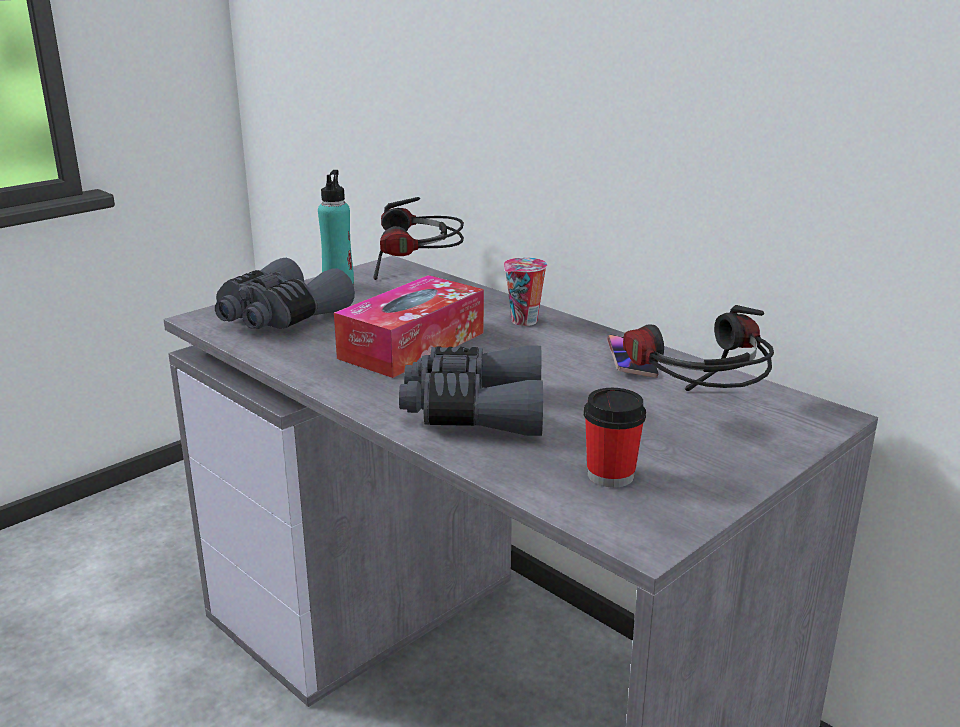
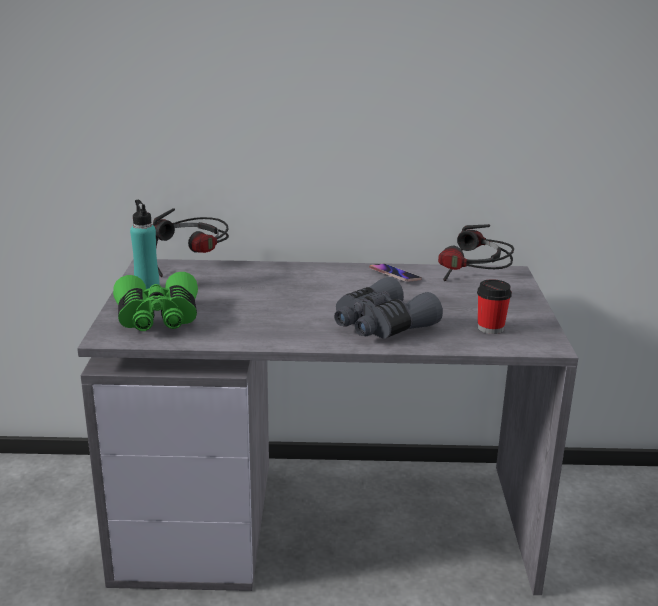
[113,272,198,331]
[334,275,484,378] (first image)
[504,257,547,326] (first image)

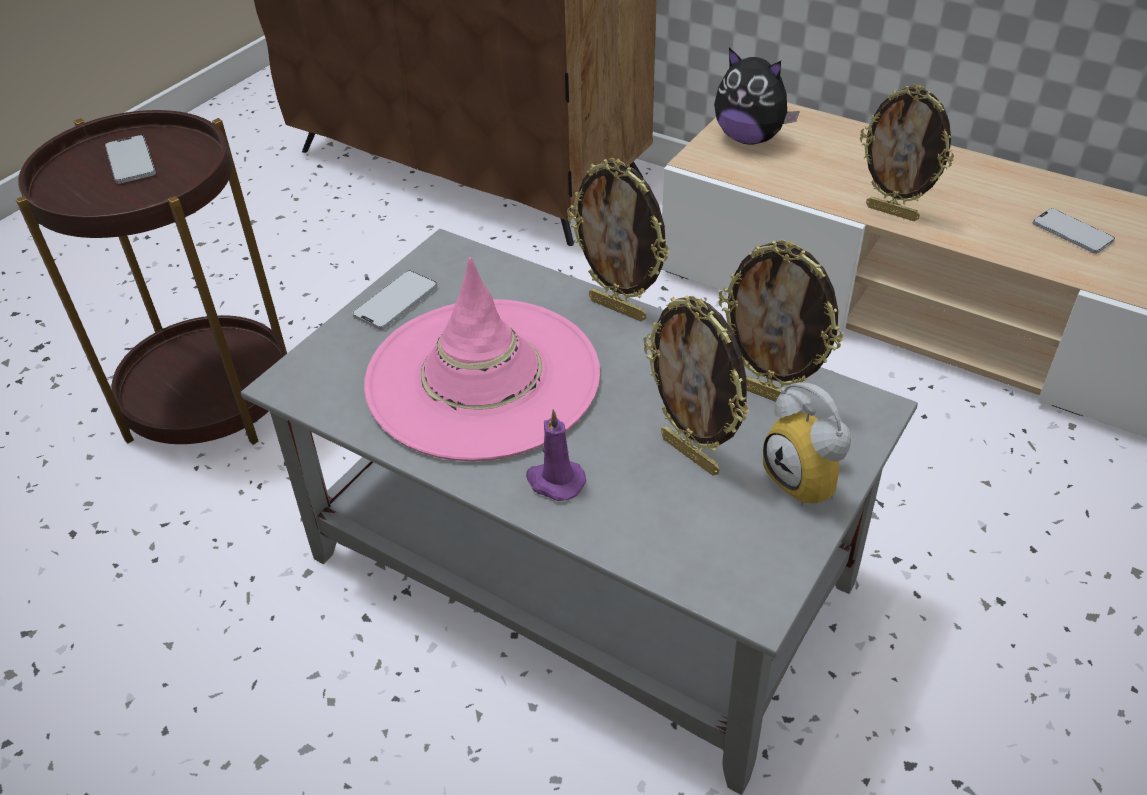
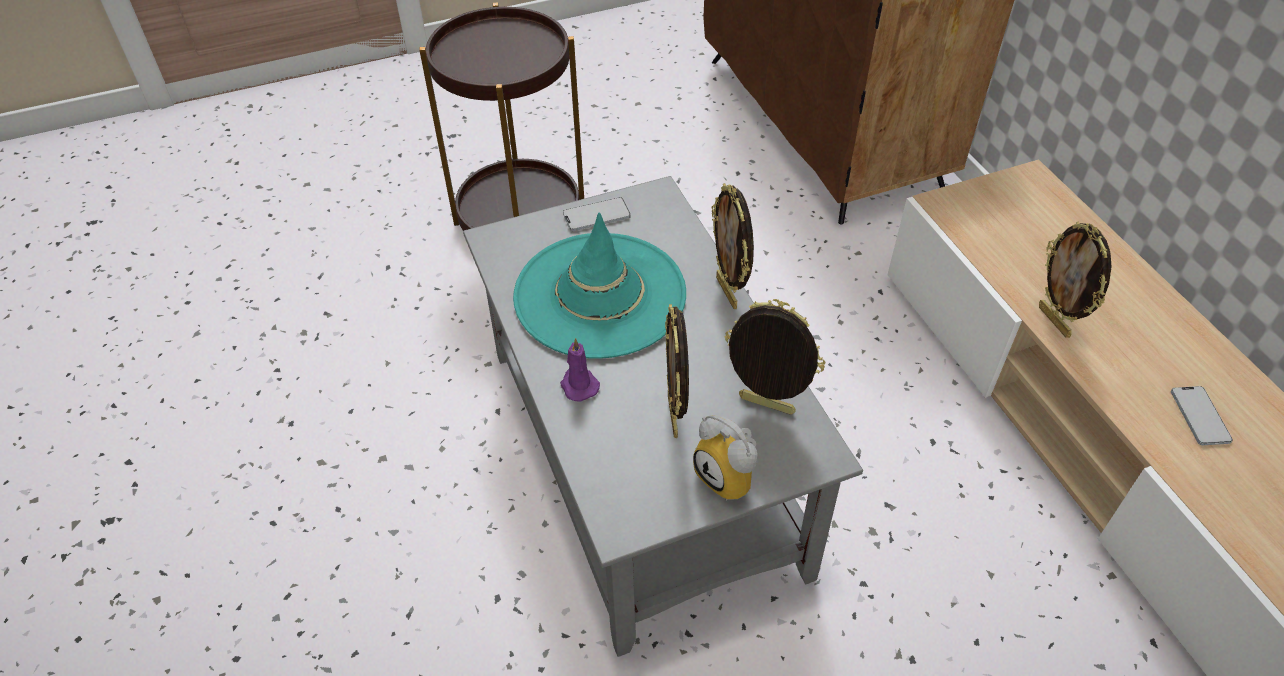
[513,212,686,359]
[693,415,758,501]
[724,299,825,415]
[105,135,156,184] (first image)
[714,48,800,145] (first image)

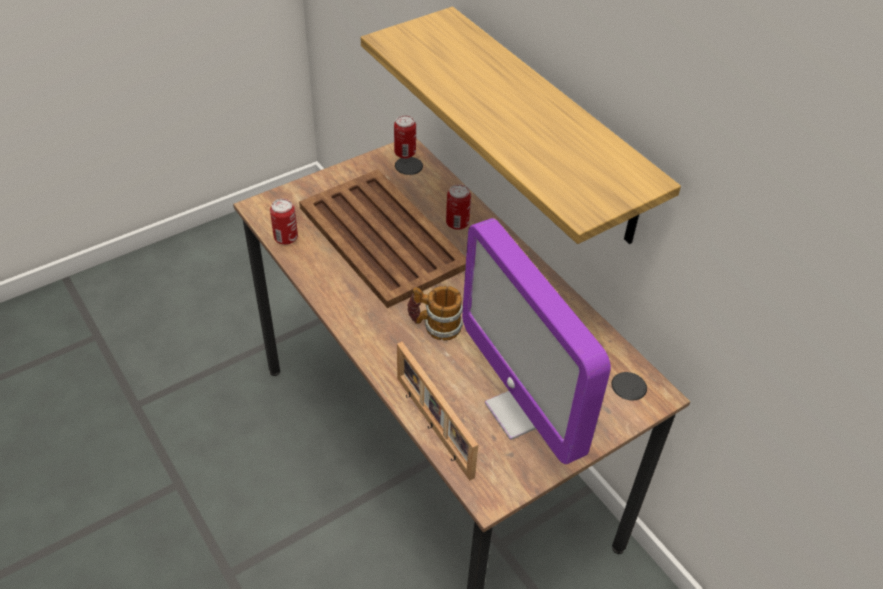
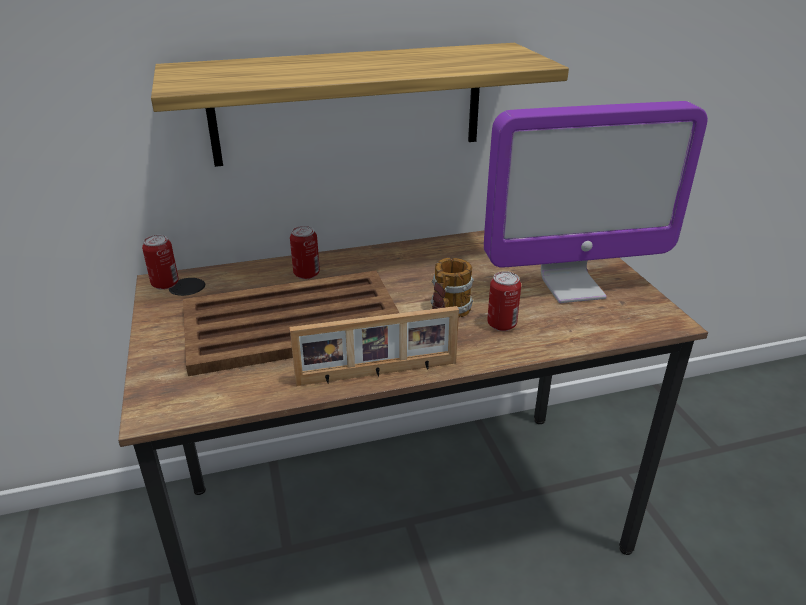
[289,306,459,386]
[487,271,521,331]

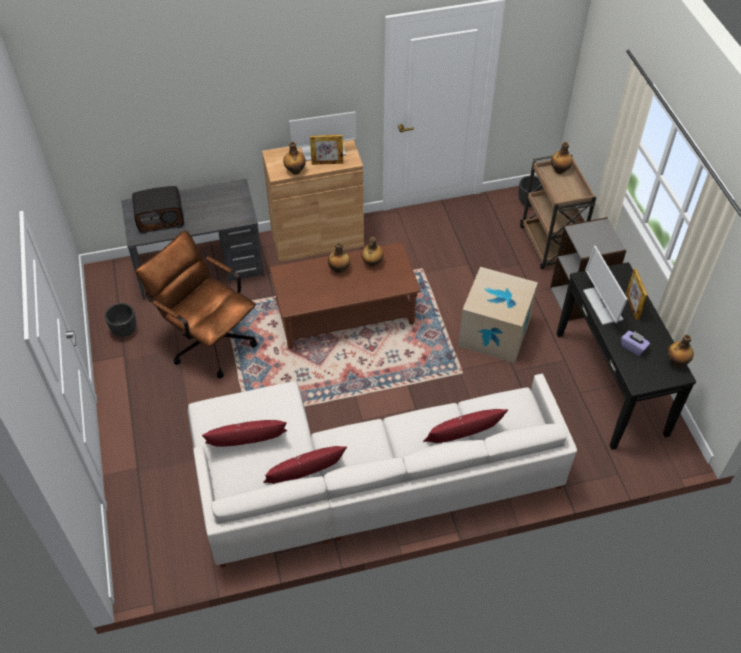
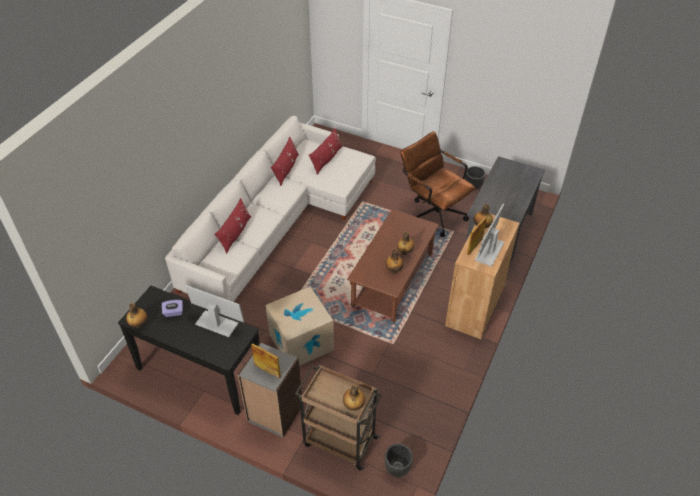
[251,343,281,379]
[401,131,476,237]
[132,186,184,234] (first image)

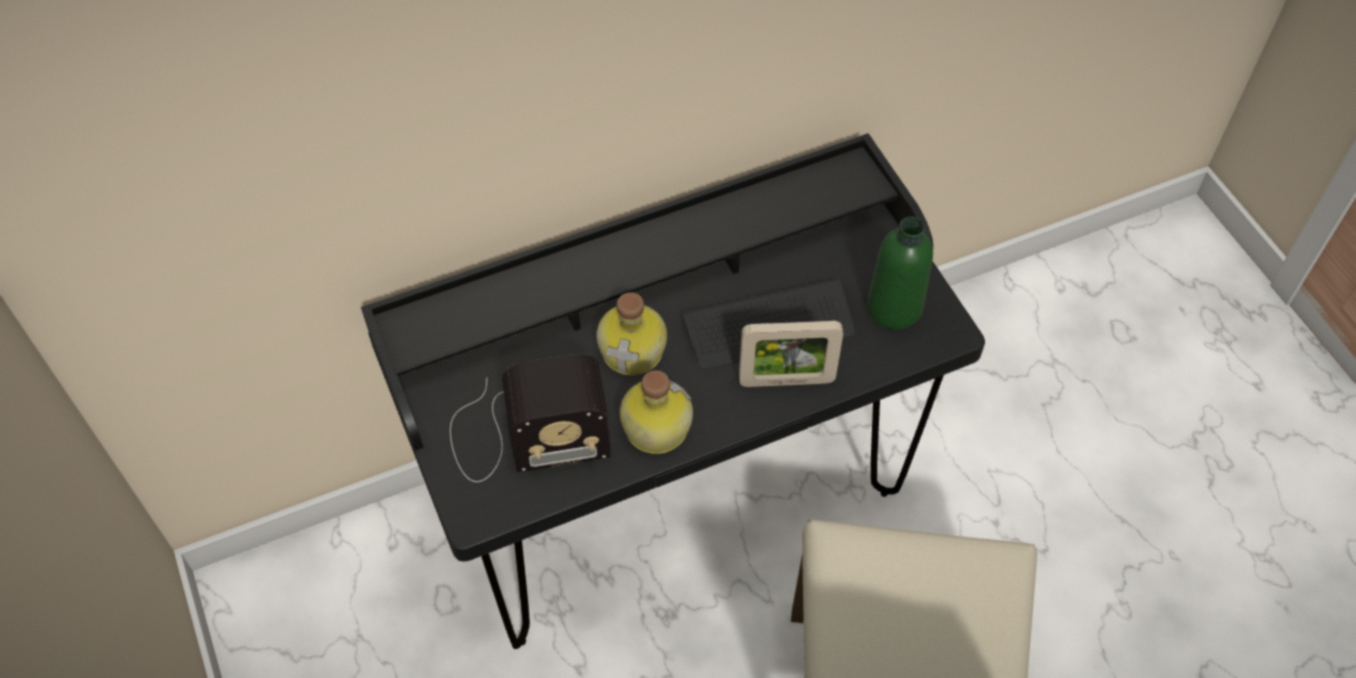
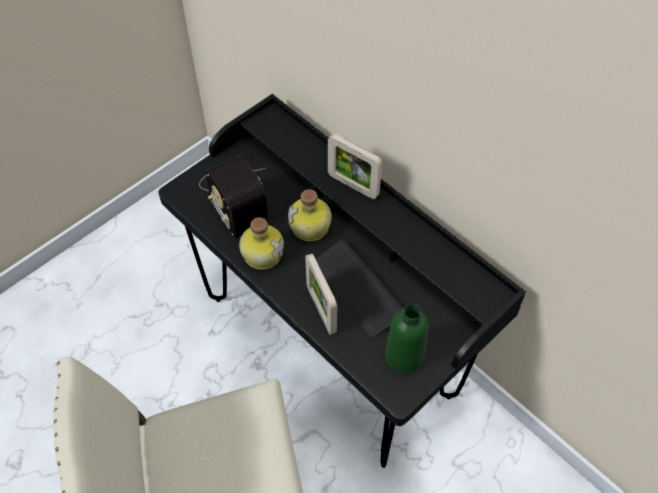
[328,134,382,199]

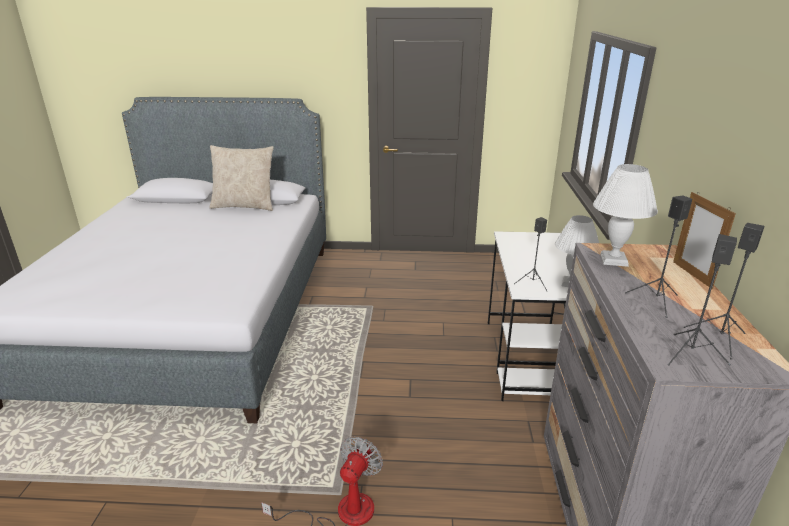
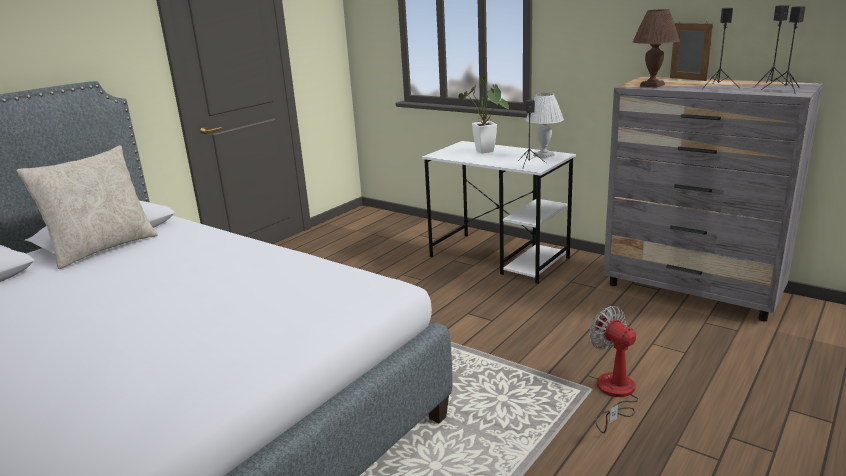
[458,76,509,153]
[633,9,680,88]
[670,21,713,81]

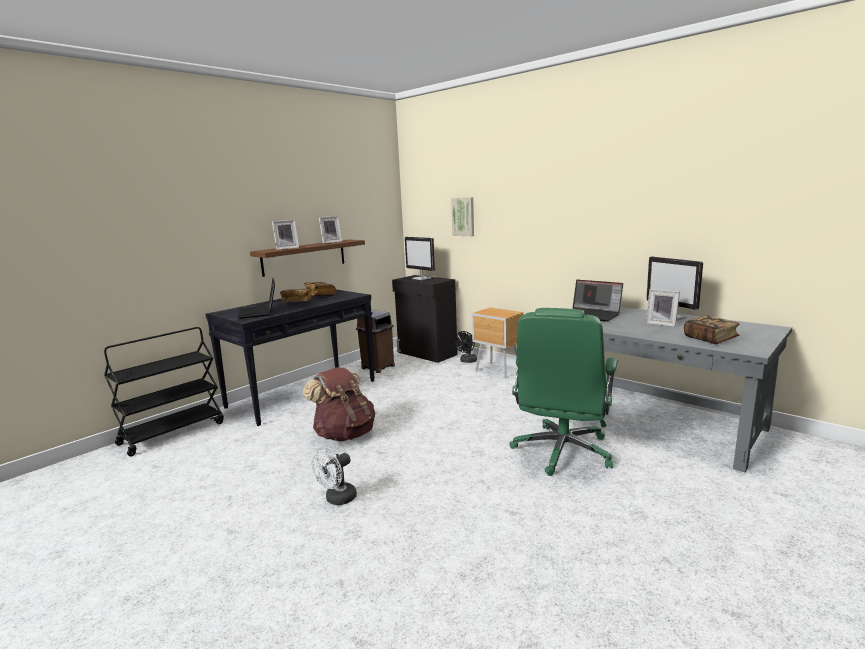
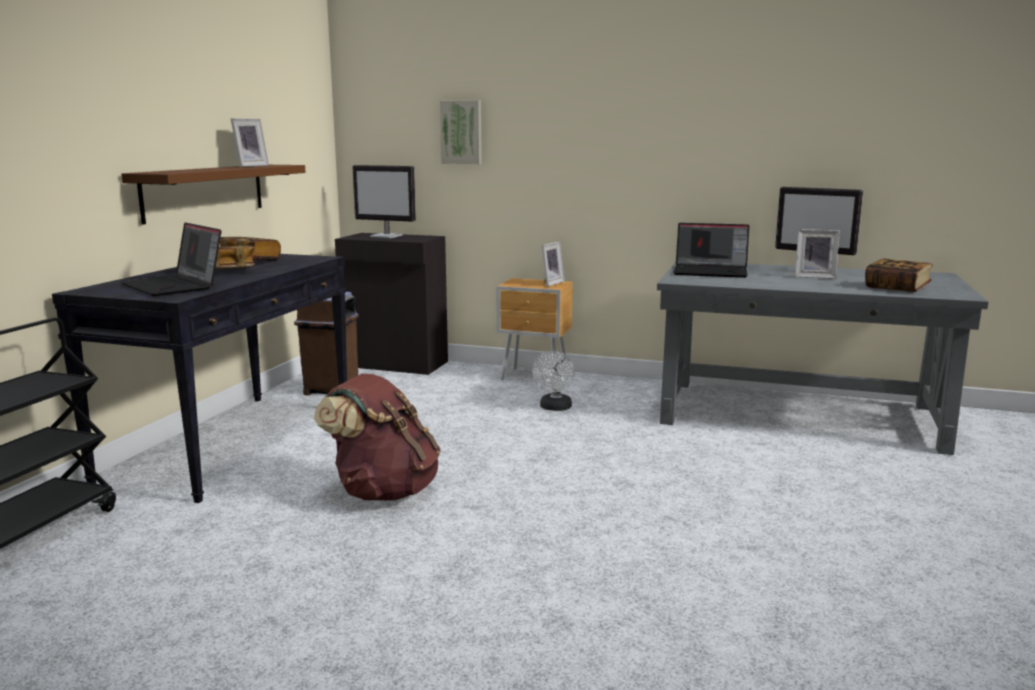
[532,351,575,411]
[541,241,565,287]
[454,331,477,363] (first image)
[509,308,618,476] (first image)

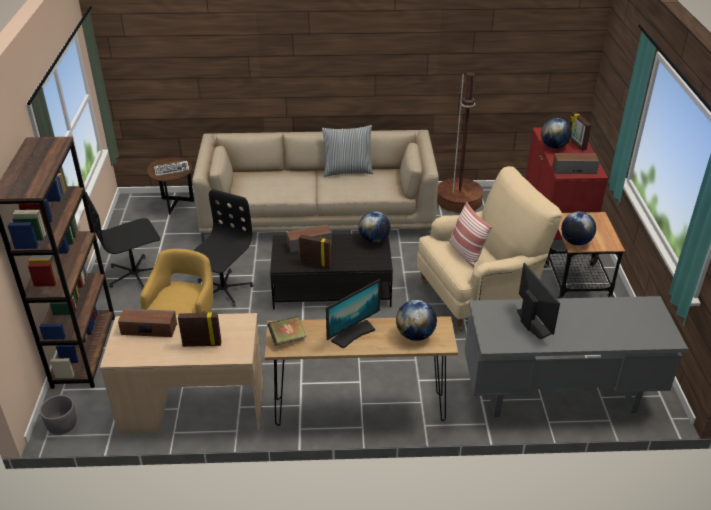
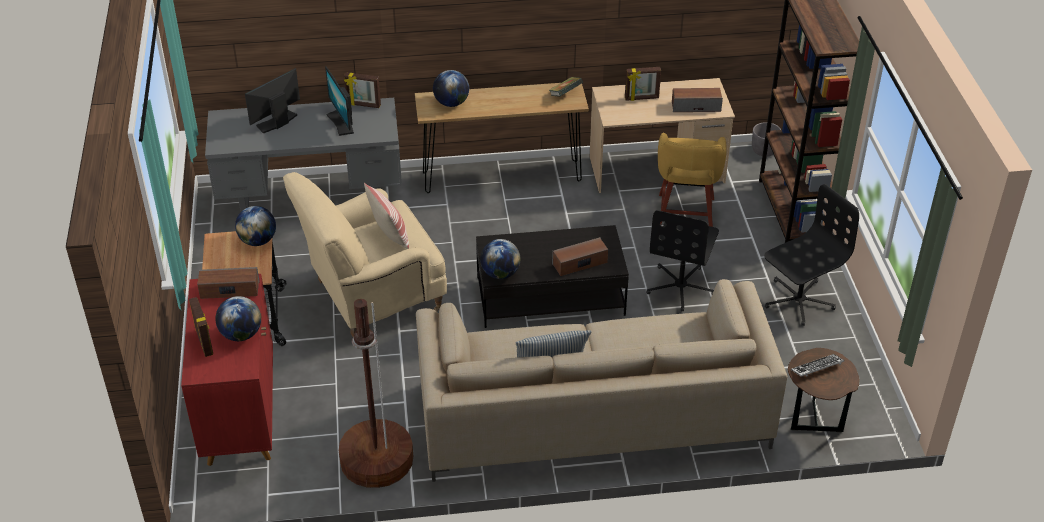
[245,68,300,133]
[344,72,381,108]

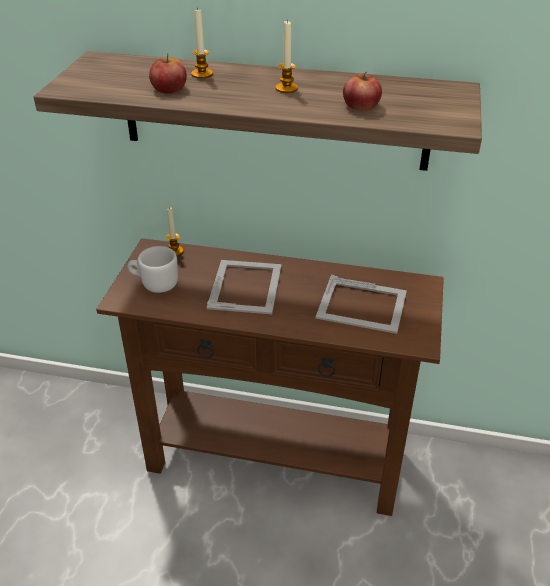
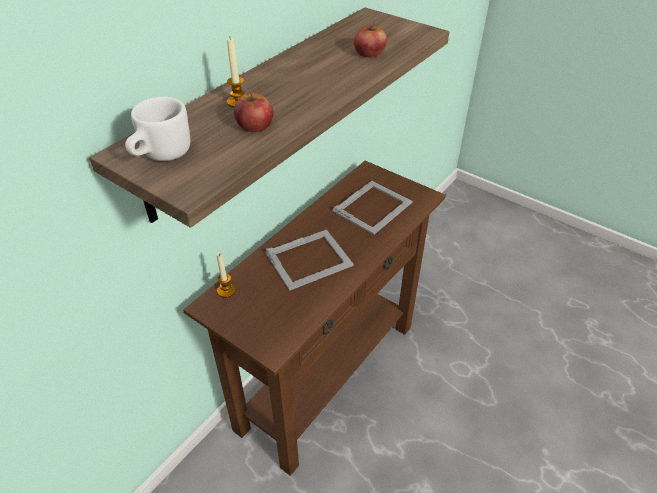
[125,97,191,161]
[265,230,354,291]
[276,21,298,93] (first image)

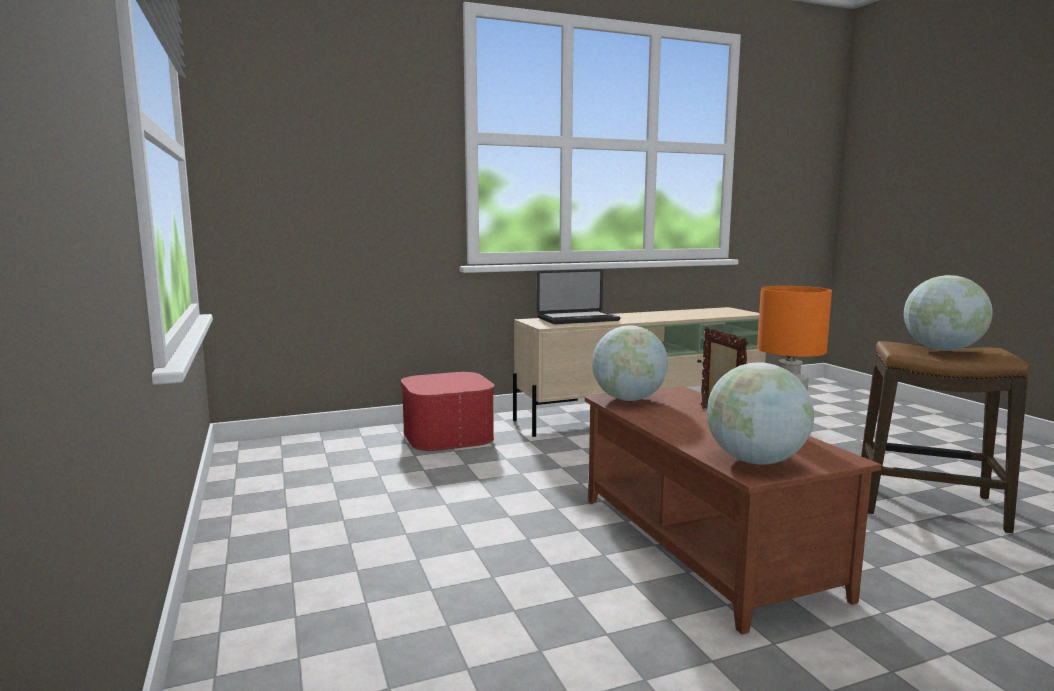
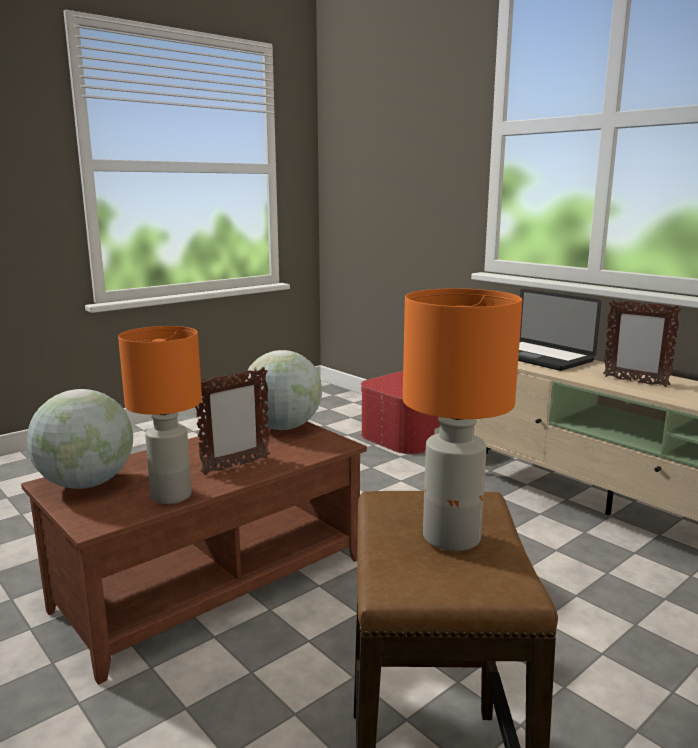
[403,288,522,551]
[603,300,681,387]

